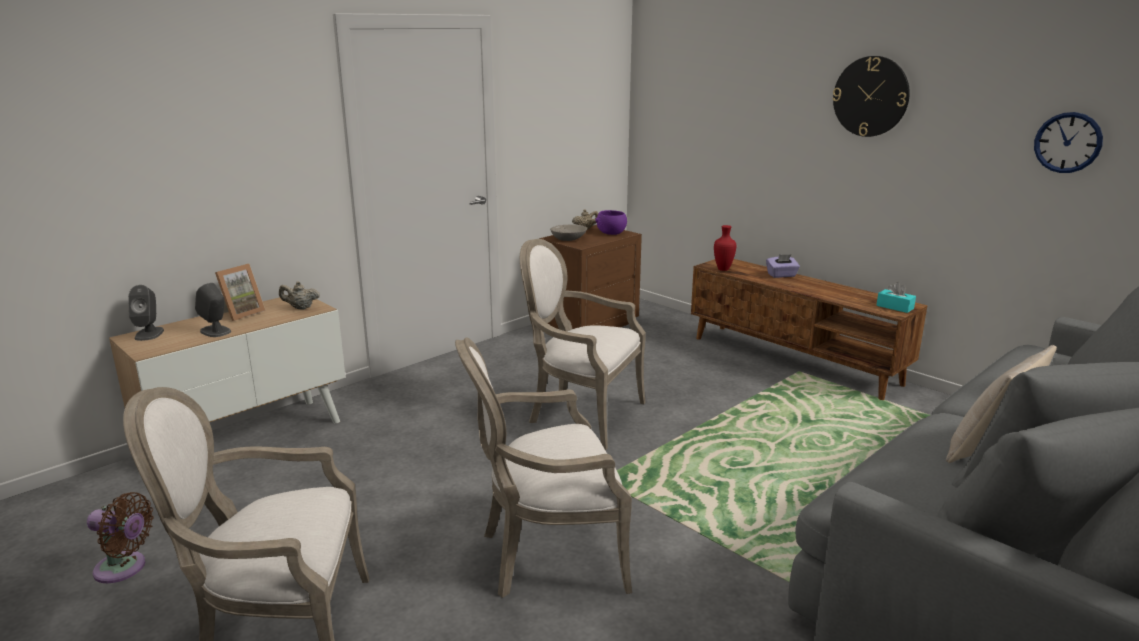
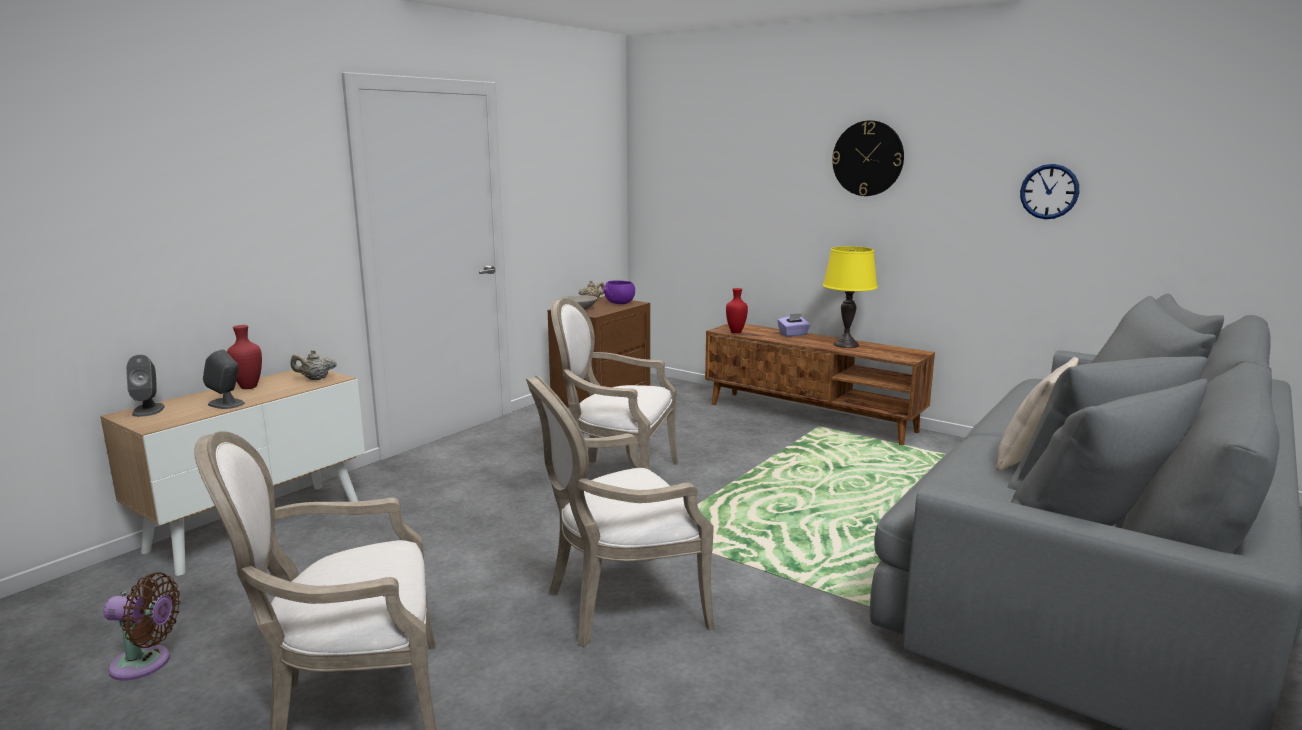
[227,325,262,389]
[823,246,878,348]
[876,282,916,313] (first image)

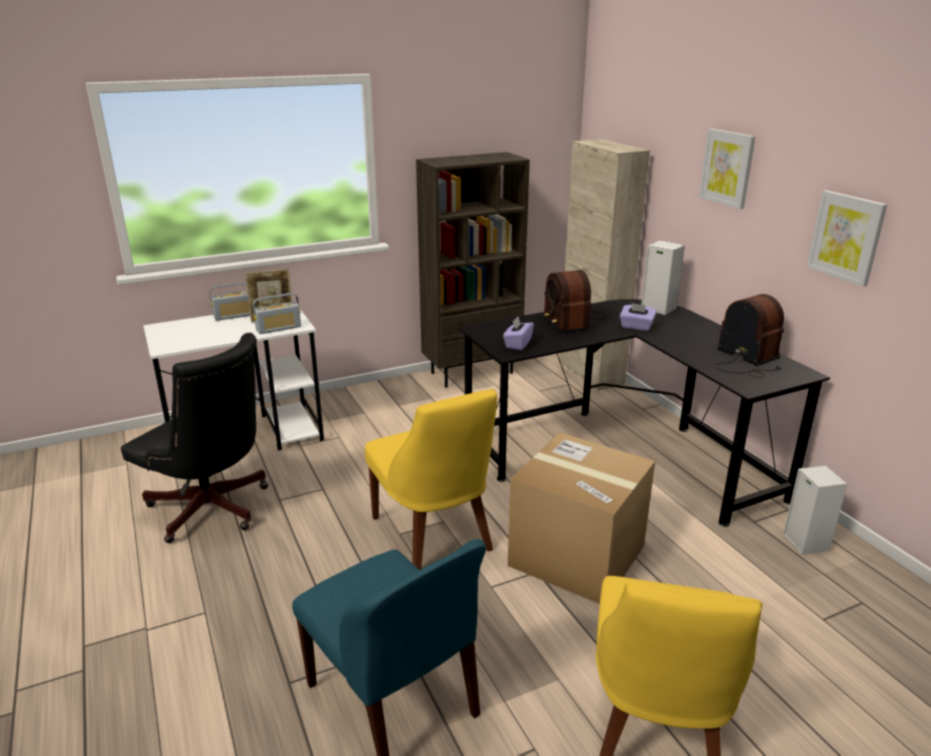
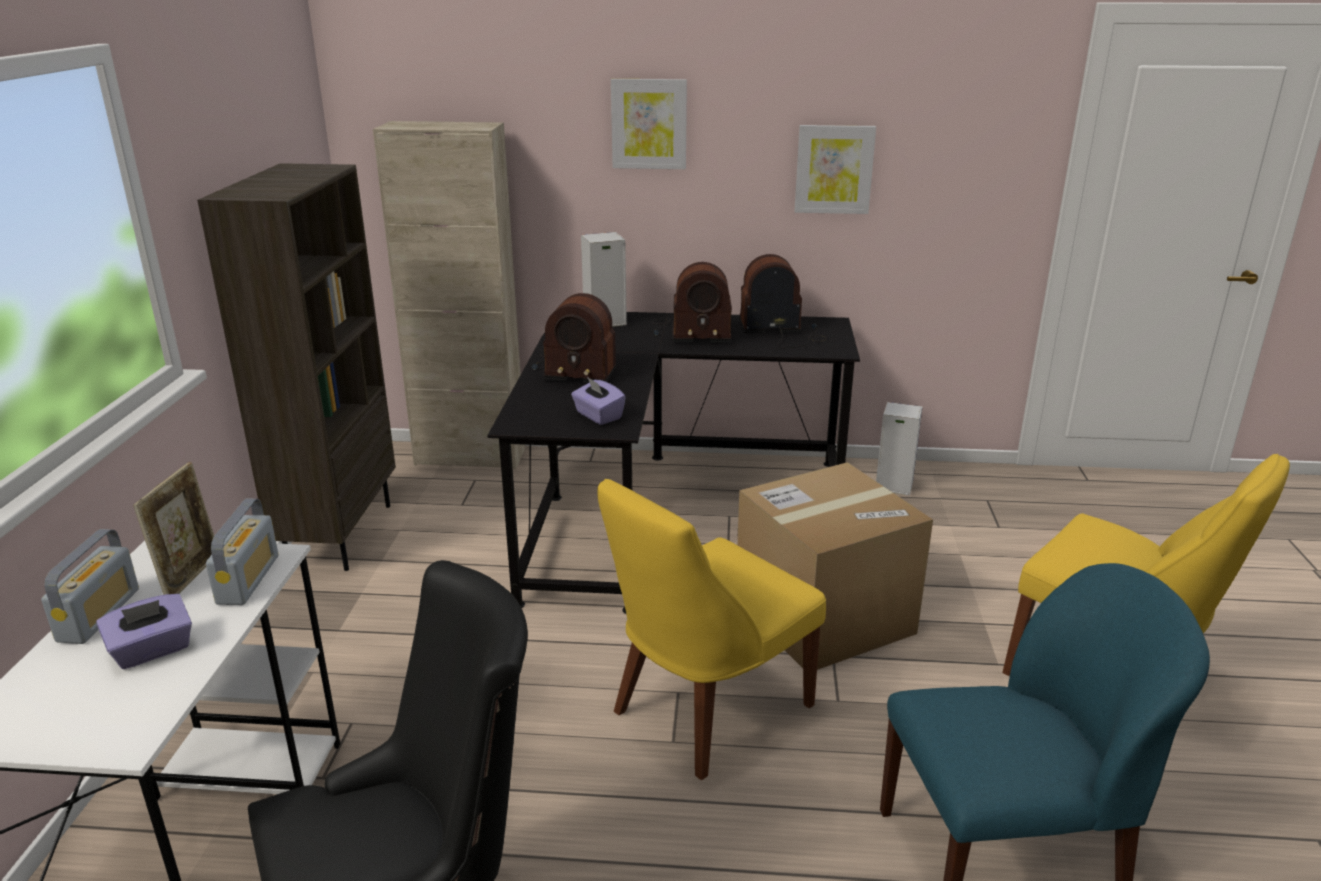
[96,594,192,669]
[597,479,826,780]
[651,262,732,342]

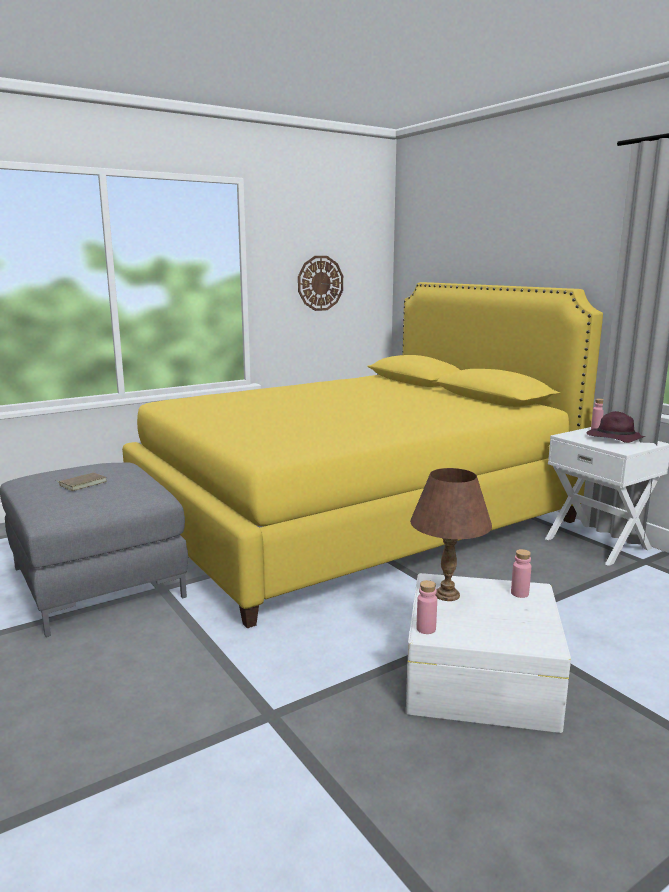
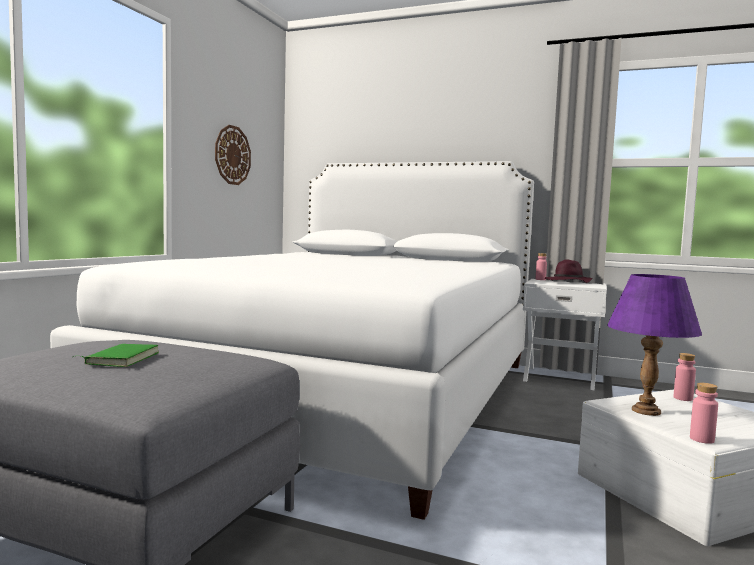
[50,161,534,520]
[71,344,159,367]
[607,274,702,416]

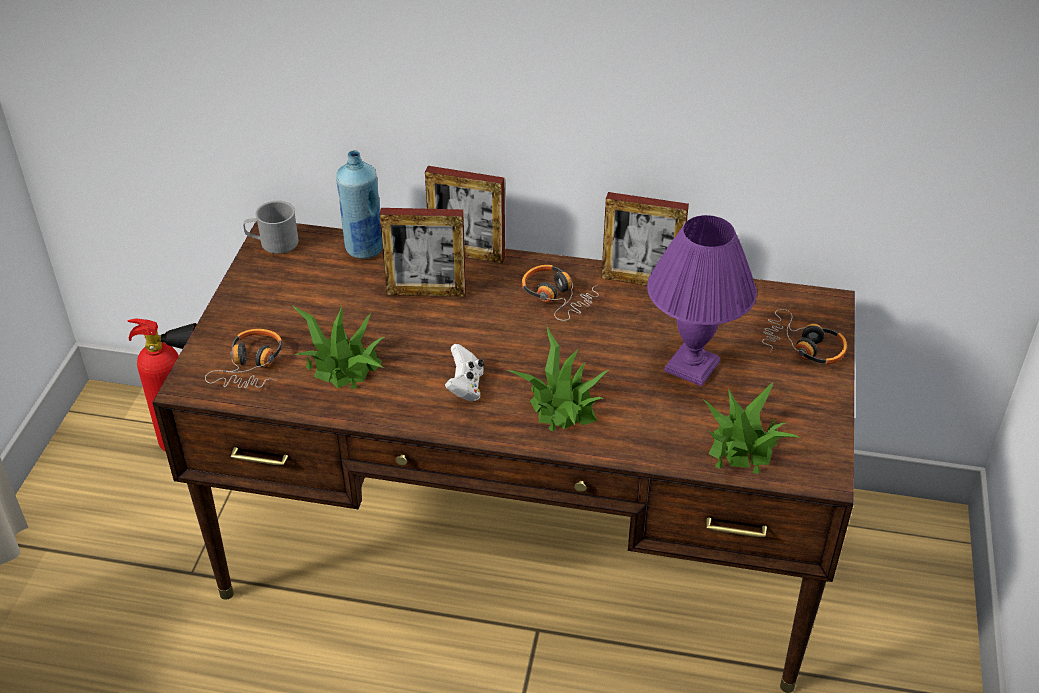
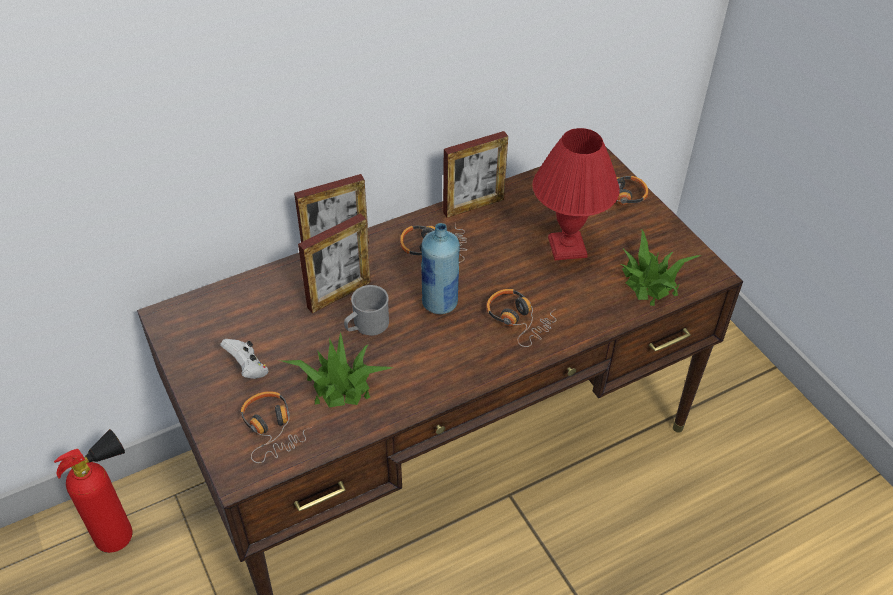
[220,339,268,379]
[344,285,389,336]
[421,223,460,314]
[486,289,557,347]
[533,128,620,260]

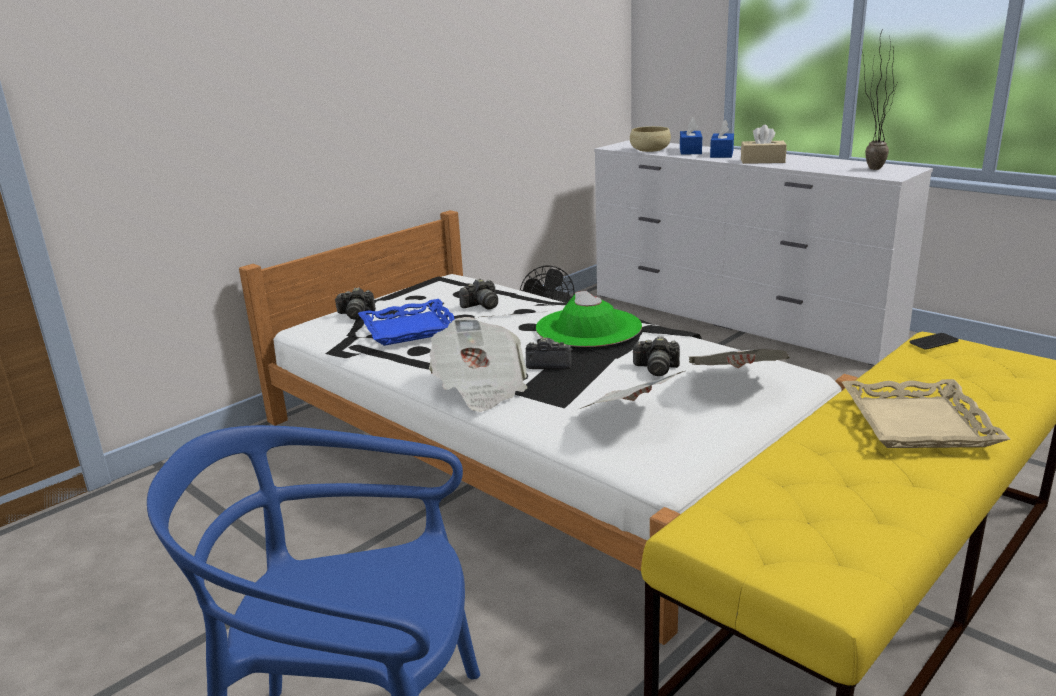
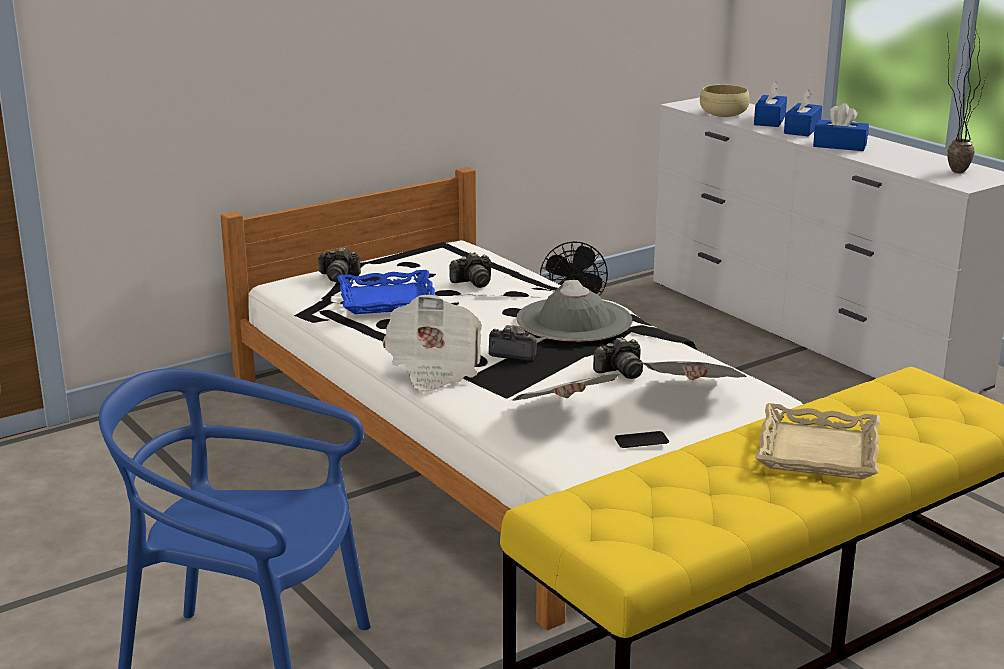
[516,280,632,342]
[593,337,643,379]
[615,431,669,448]
[813,103,869,151]

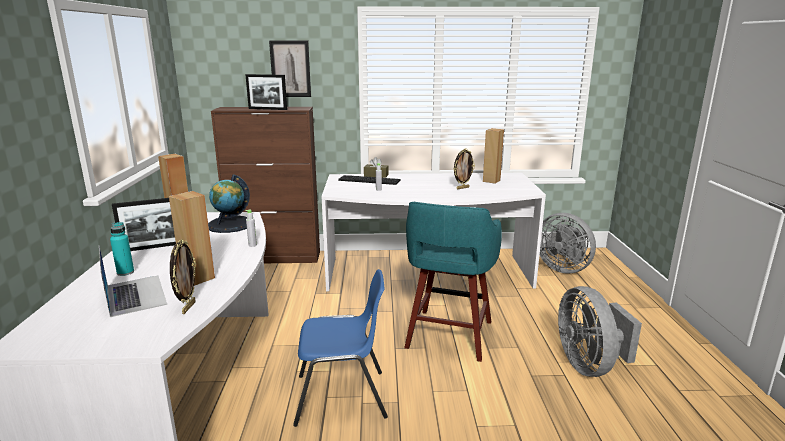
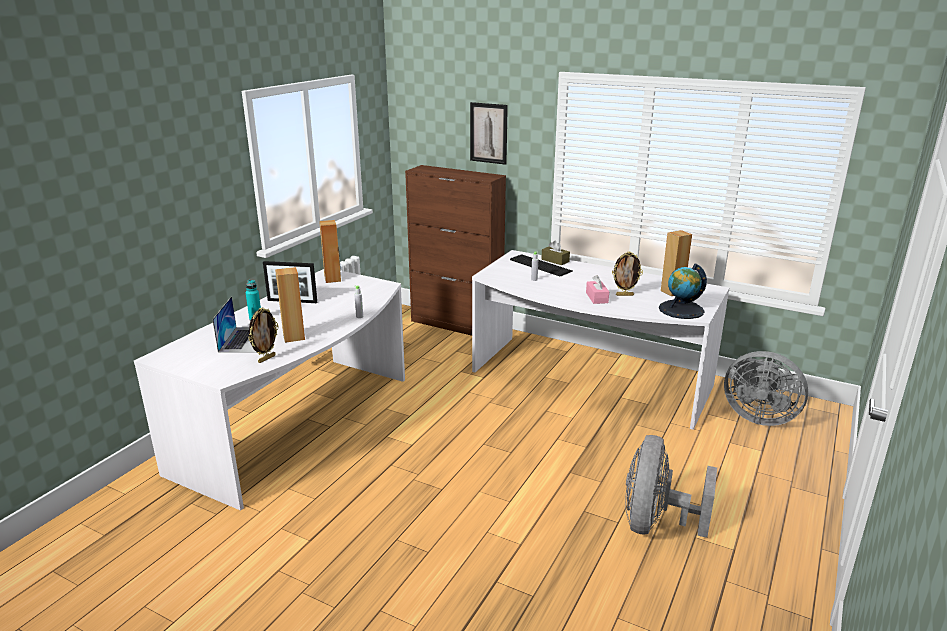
[586,275,609,304]
[659,264,707,319]
[724,351,808,426]
[245,74,287,110] (first image)
[293,269,388,427] (first image)
[404,202,502,362] (first image)

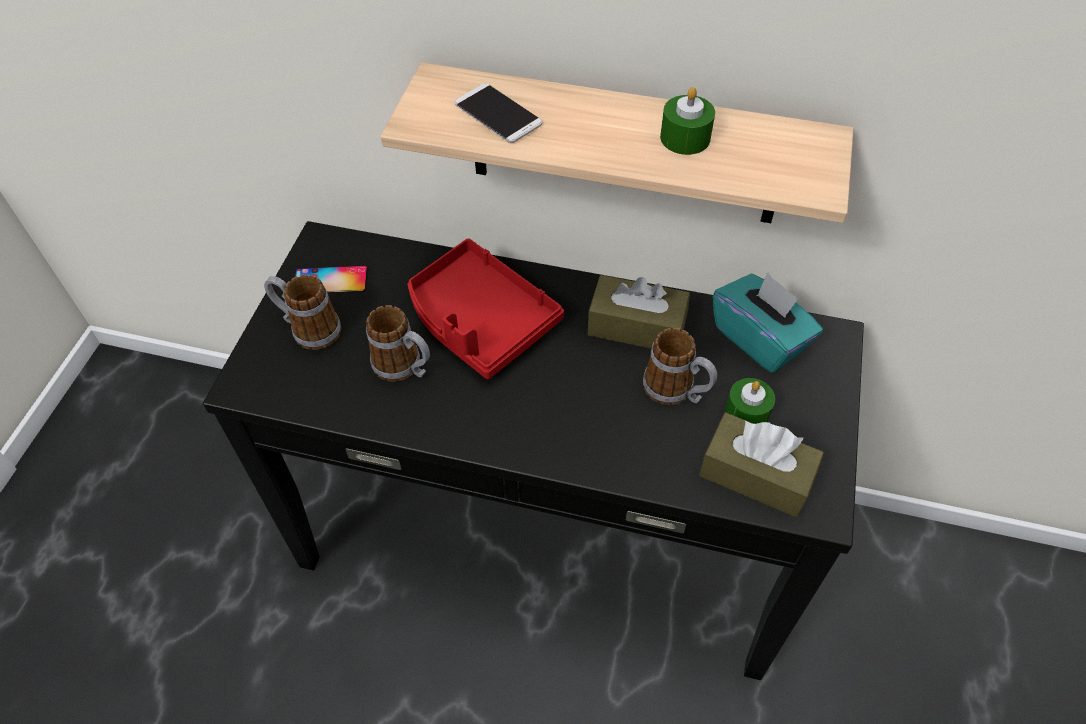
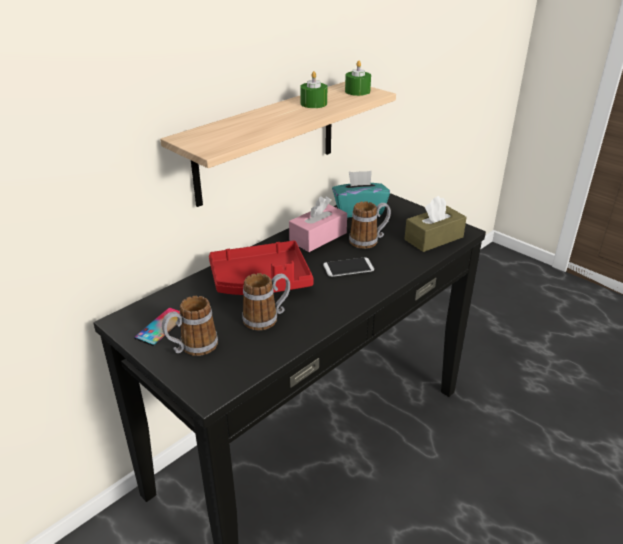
[289,196,347,252]
[323,257,374,277]
[345,60,371,96]

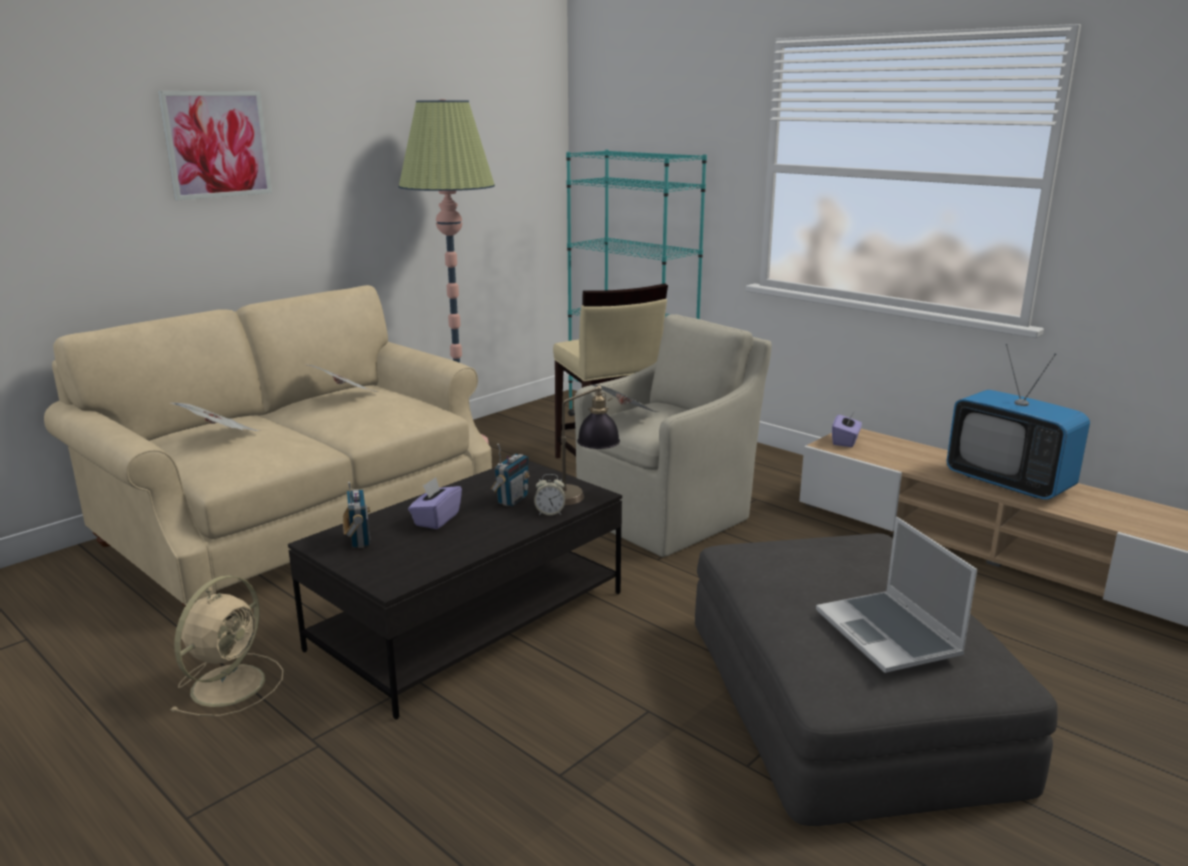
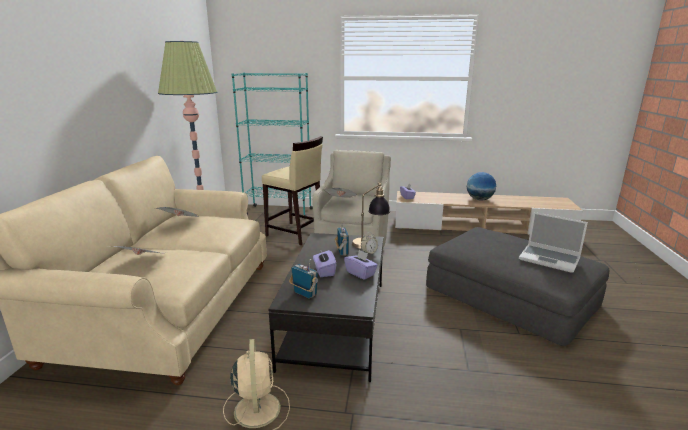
[344,250,378,280]
[467,172,496,200]
[158,91,272,200] (first image)

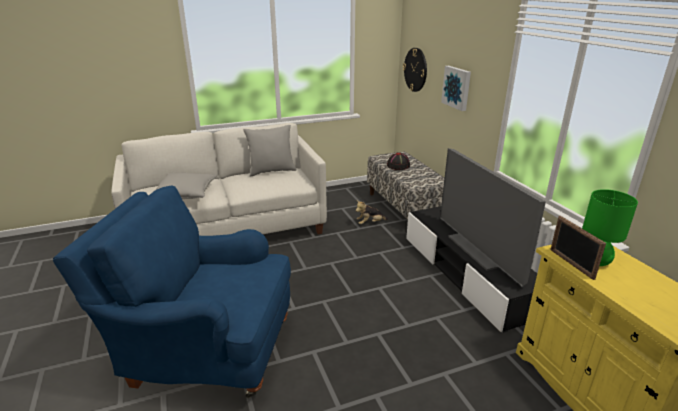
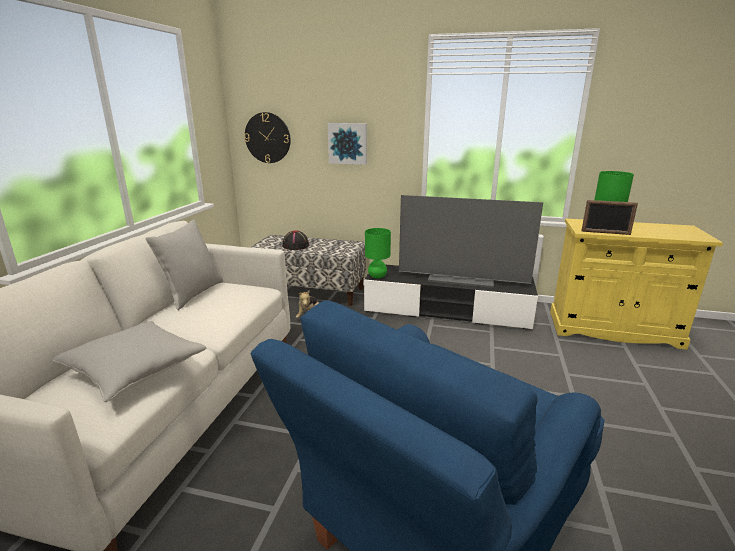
[365,228,391,278]

